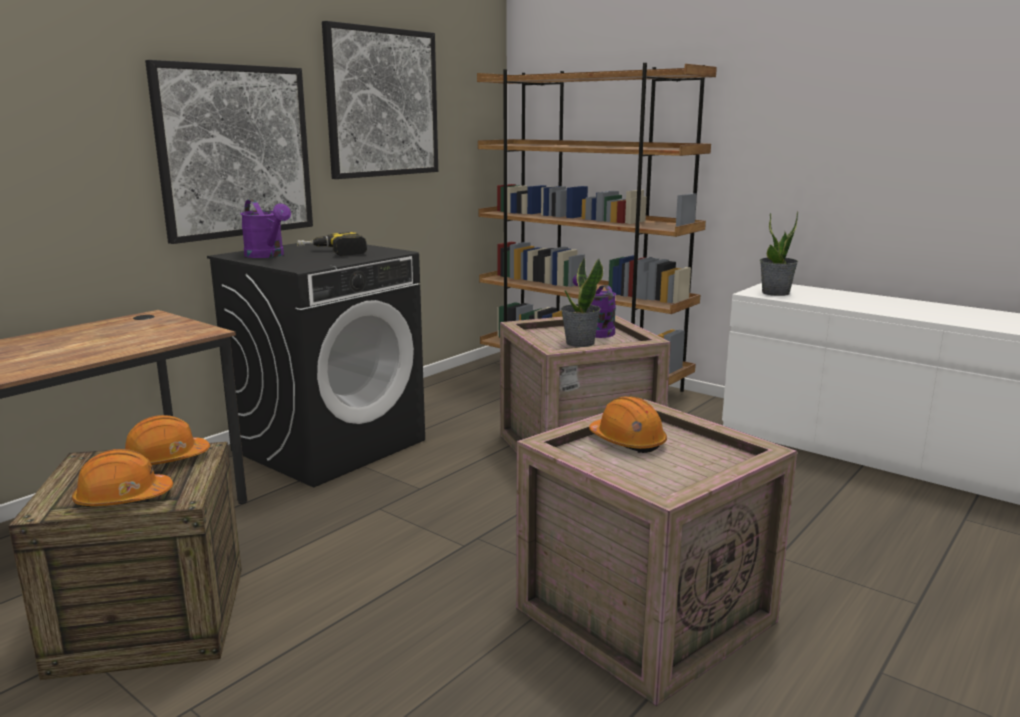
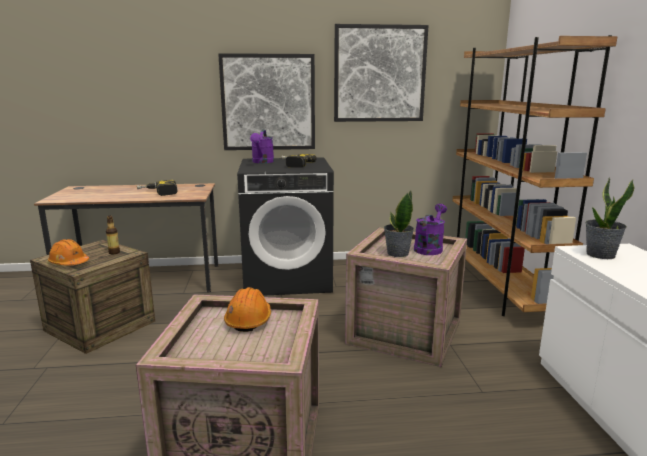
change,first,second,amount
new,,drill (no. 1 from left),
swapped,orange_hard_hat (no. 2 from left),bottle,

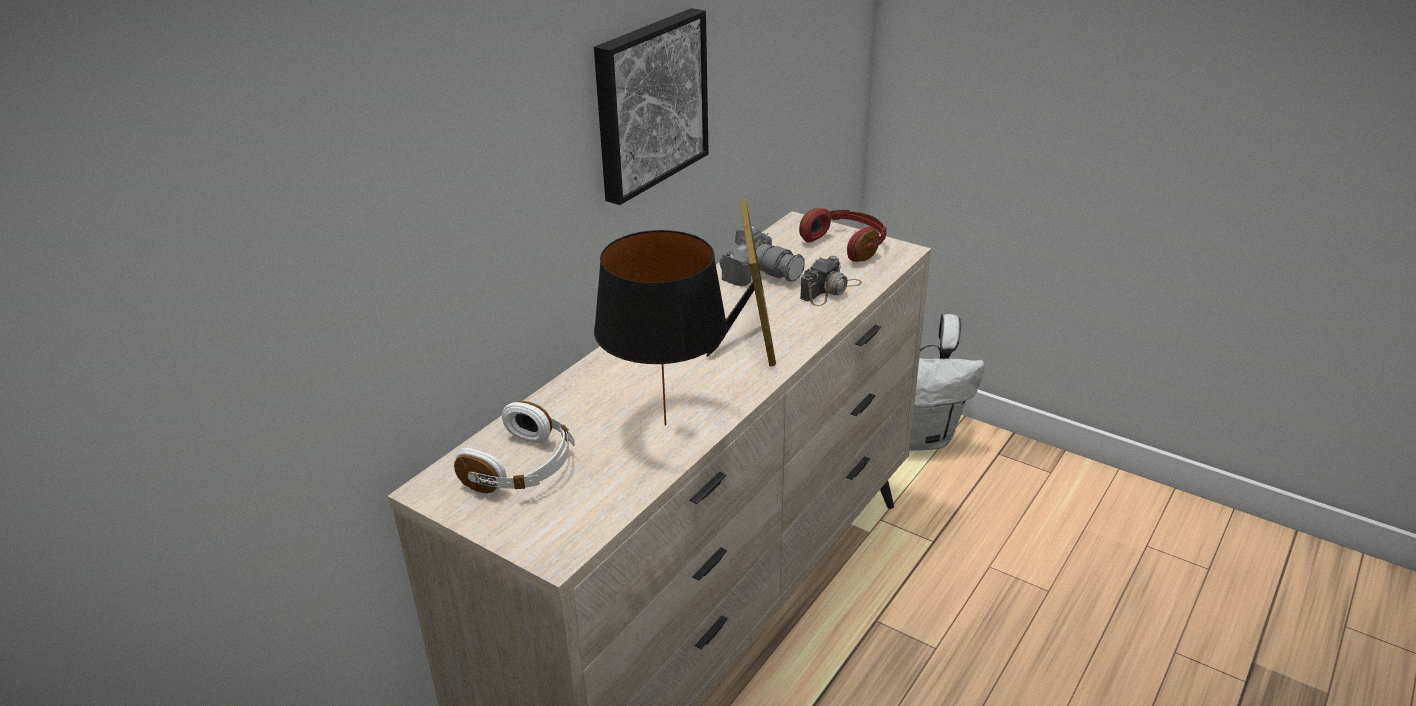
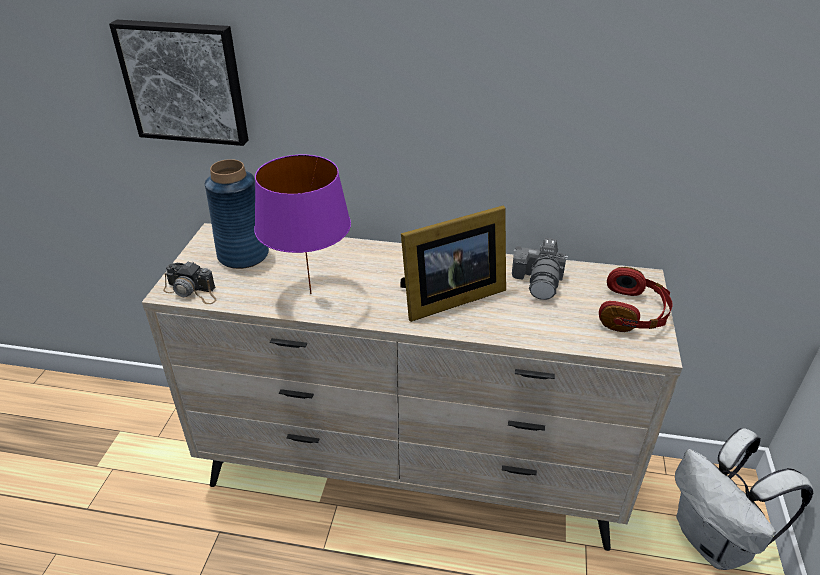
change,first,second,amount
shifted,wall_picture,,
shifted,still_camera (no. 2 from left in the first image),still_camera (no. 1 from left),
swapped,white-coloured_headset,blue-coloured_decorative_vase,
repainted,blackish_lamp_for_a_table,purple-coloured_lamp_for_a_table,

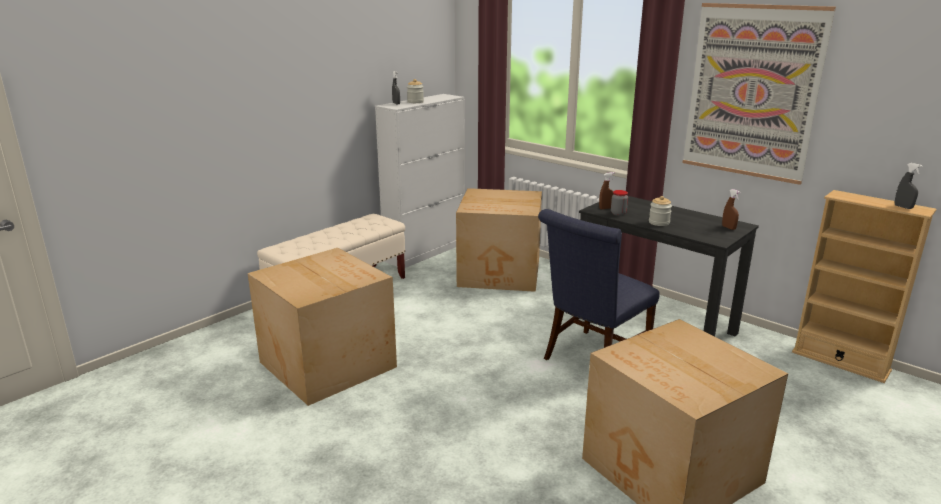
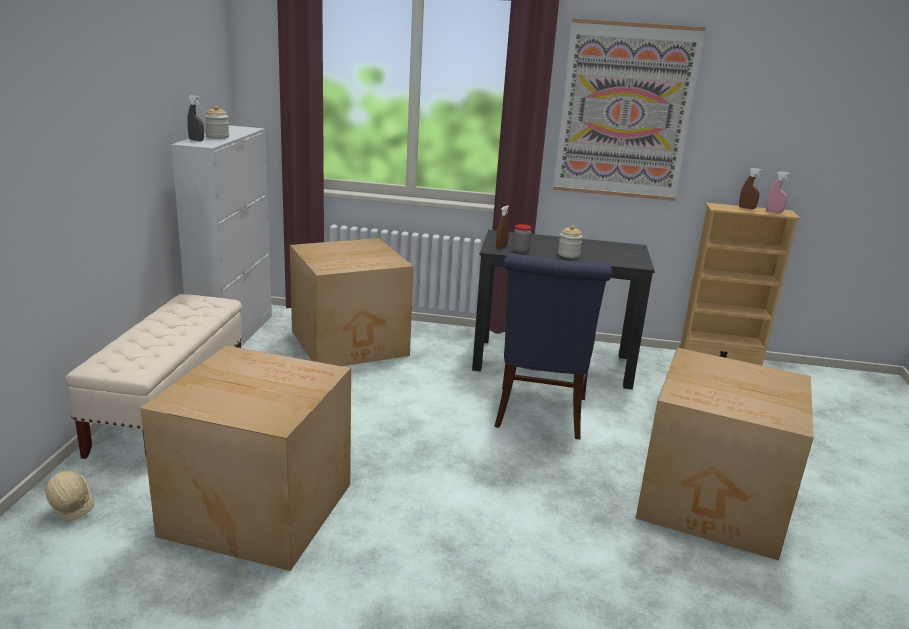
change,first,second,amount
new,,beige_hard_hat,
shifted,brown-coloured_sprayer (no. 2 from left),,
repainted,gray_sprayer (no. 2 from left),pink_sprayer,

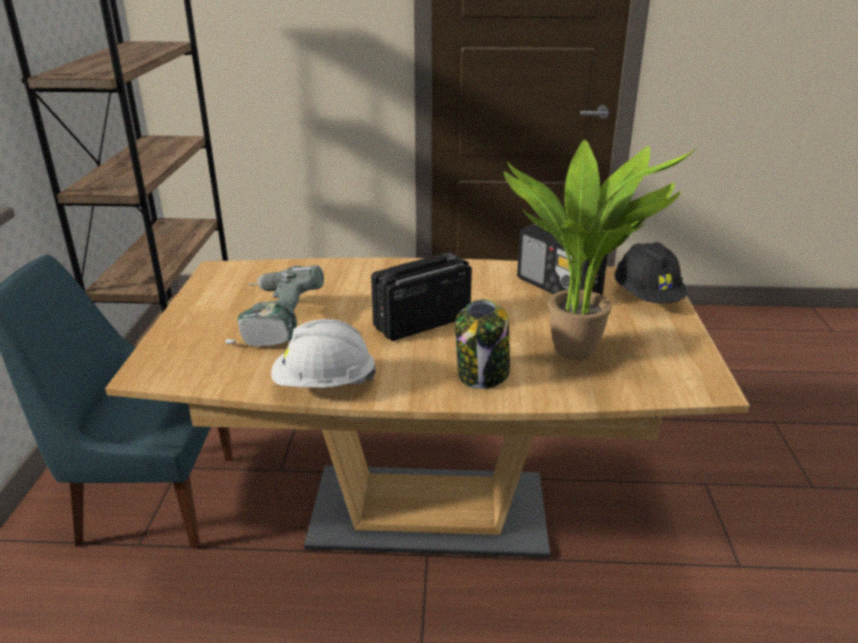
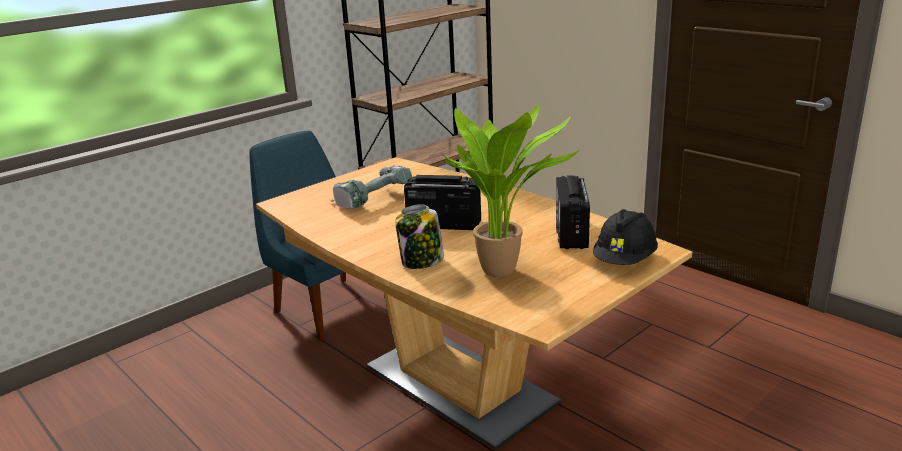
change,first,second,amount
gone,white-coloured_hard_hat,,

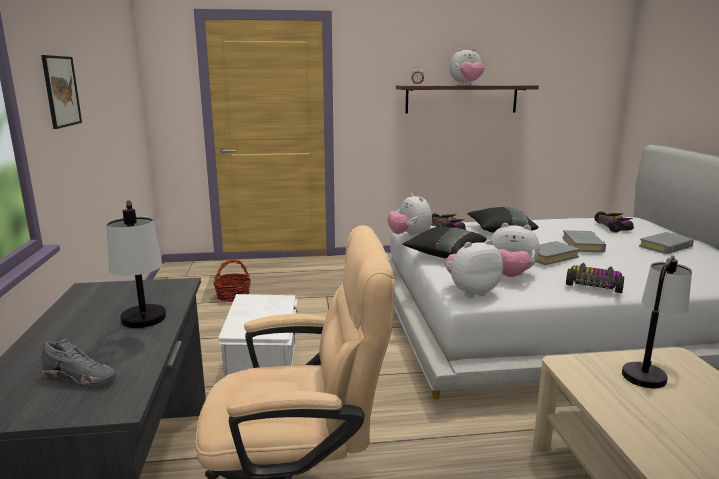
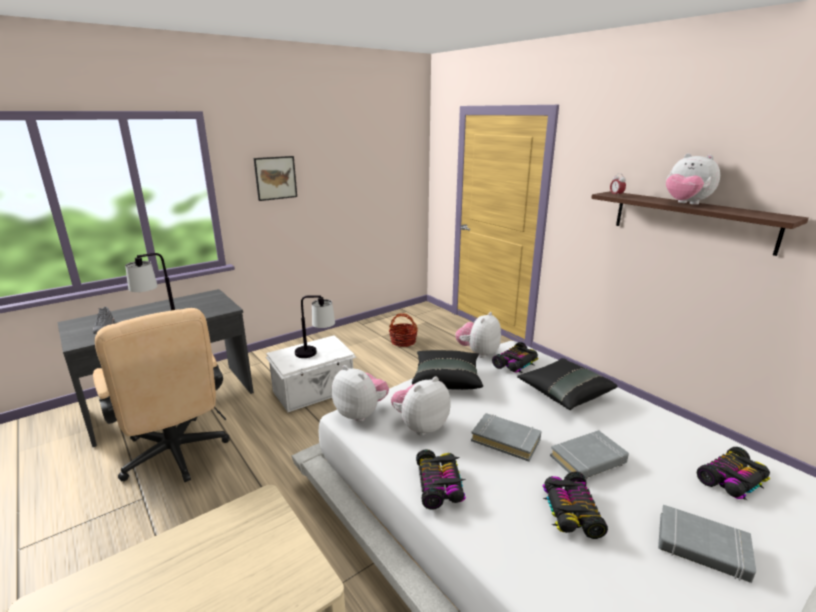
change,first,second,amount
new,,miniature_car (no. 3 from left),
shifted,lamp_for_a_table (no. 2 from left),,
rotated,soft_toy (no. 4 from left in the first image),soft_toy (no. 2 from left),60 degrees clockwise

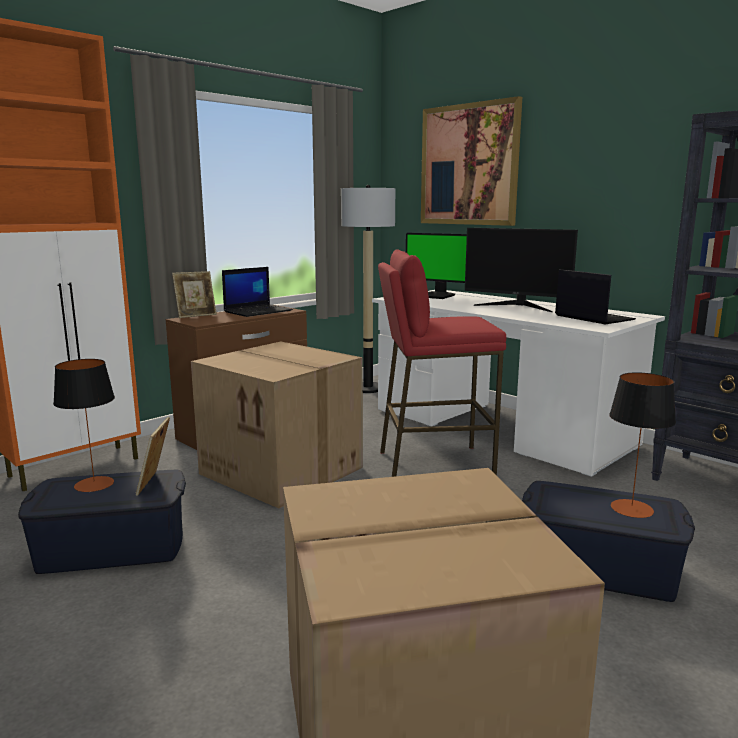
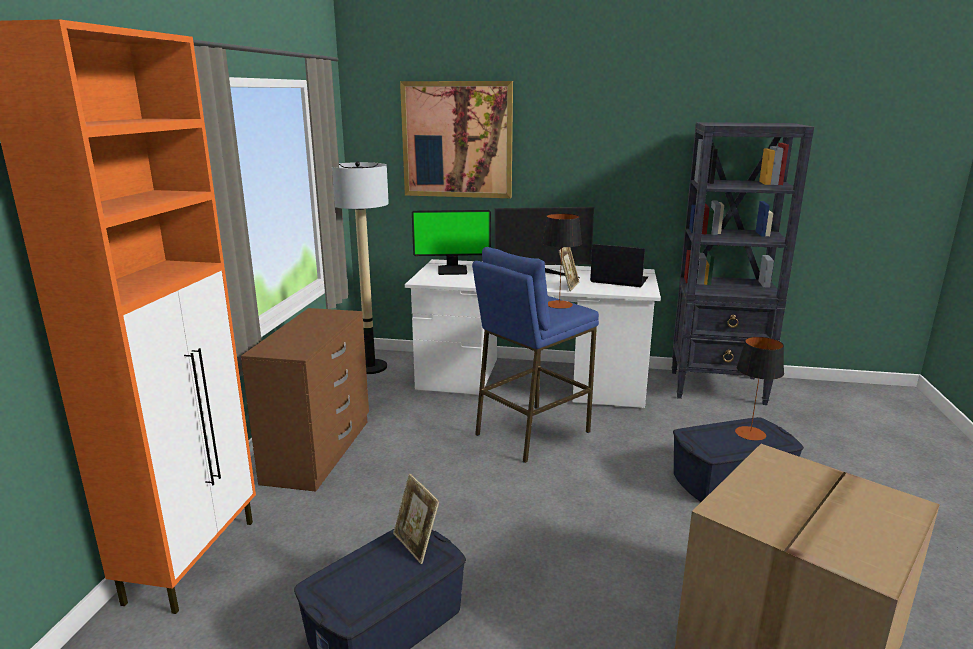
change,first,second,amount
gone,packing_box (no. 1 from left),,
gone,laptop (no. 1 from left),,
shifted,lamp_for_a_table (no. 1 from left),,
shifted,standing_frame (no. 2 from left),,
repainted,red-coloured_stool,blue-coloured_stool,

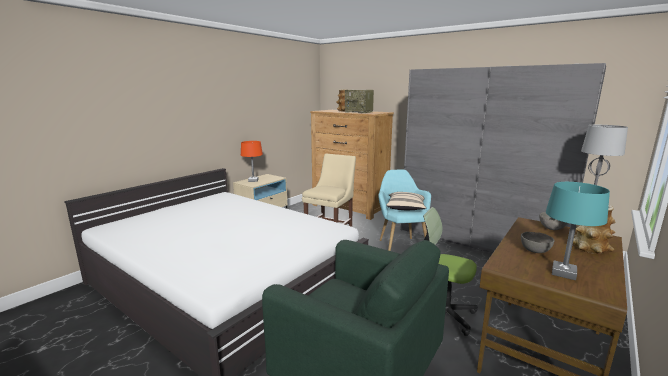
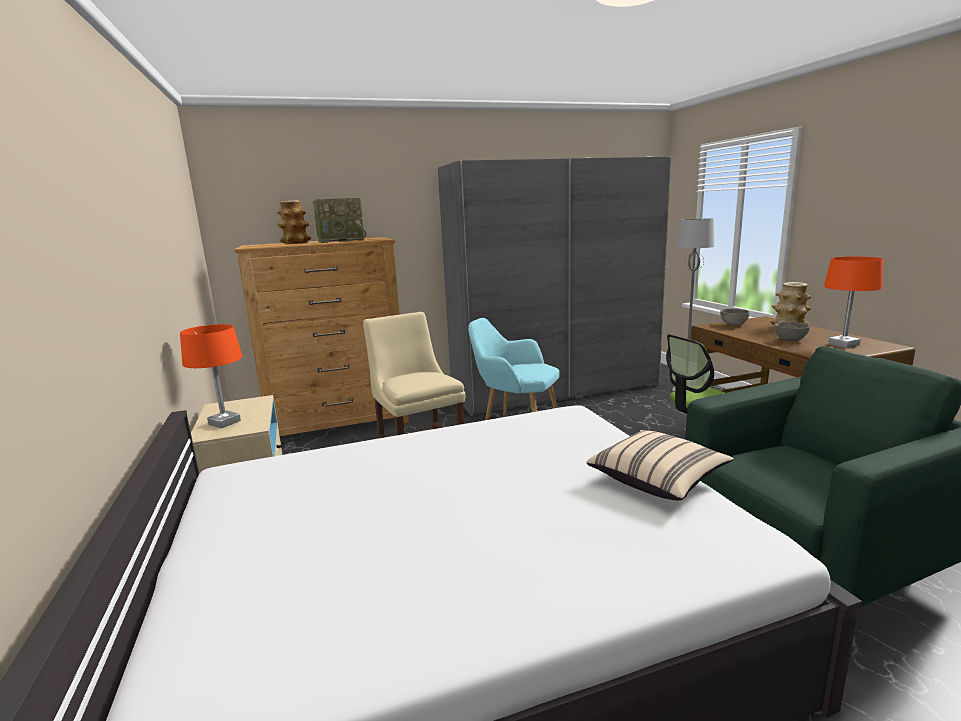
change,first,second,amount
shifted,beige_pillow,,
repainted,turquoise-coloured_lamp_for_a_table,orange_lamp_for_a_table (no. 2 from left),

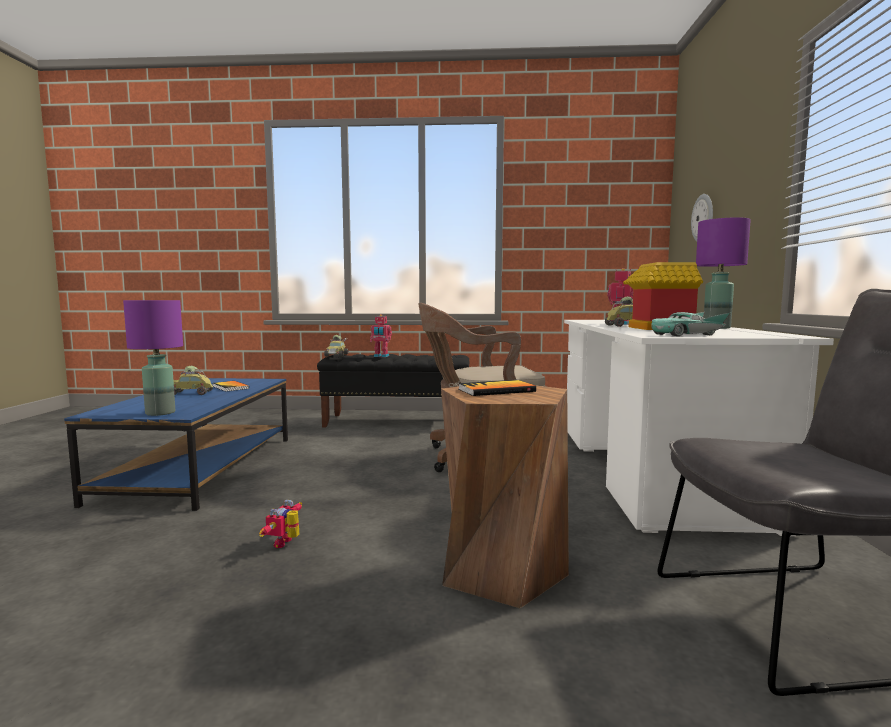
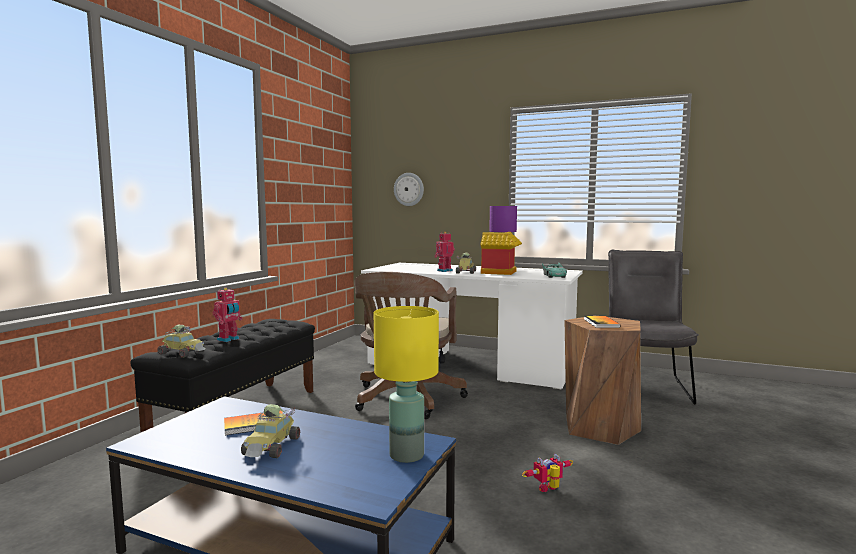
change,first,second,amount
repainted,purple-coloured_lamp_for_a_table (no. 1 from left),yellow-coloured_lamp_for_a_table,
rotated,model_robot (no. 1 from left in the first image),model_robot (no. 3 from left),120 degrees clockwise

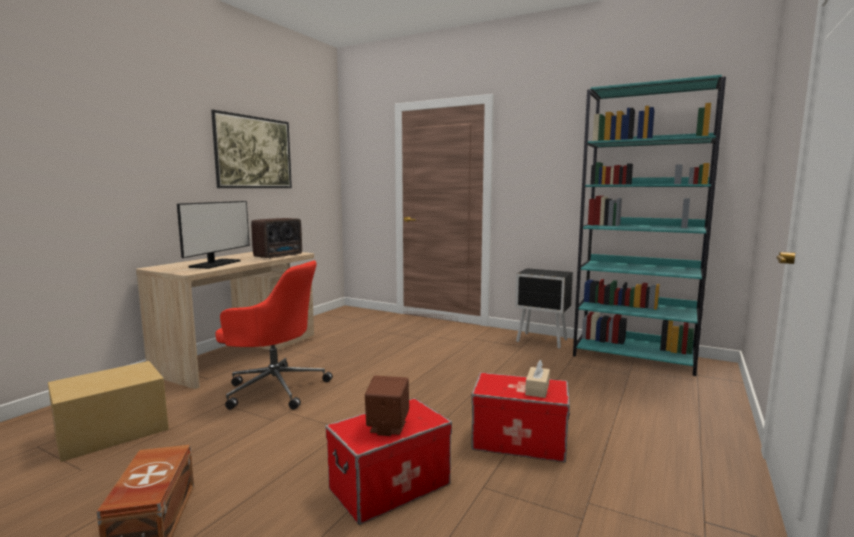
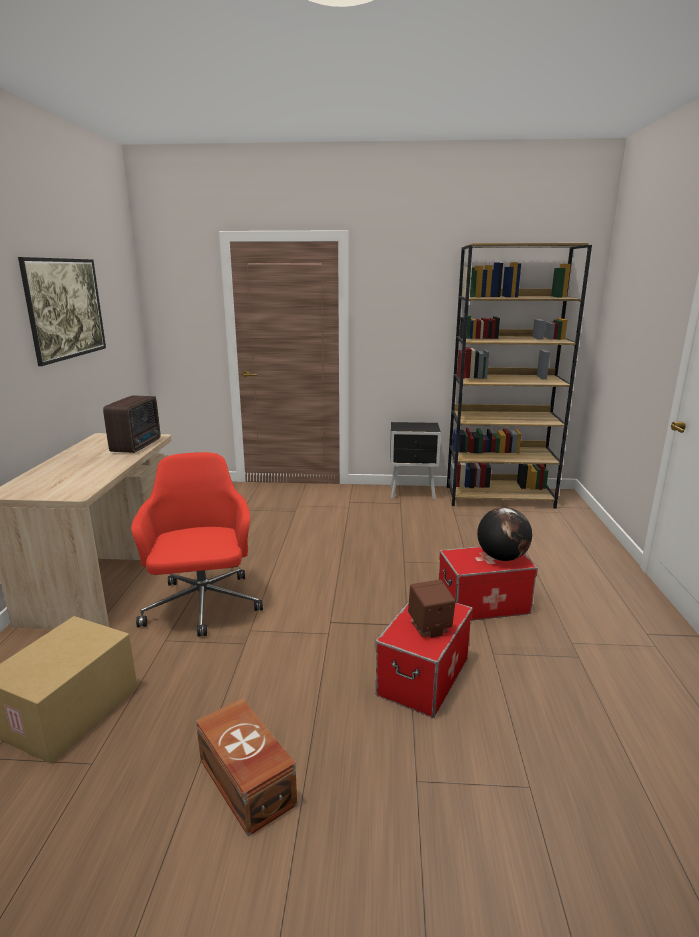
change,first,second,amount
gone,monitor,,
swapped,beige_tissue_box,world_globe,
repainted,turquoise-coloured_shelving_unit,brown-coloured_shelving_unit,
rotated,red-coloured_computer_chair,,90 degrees counterclockwise

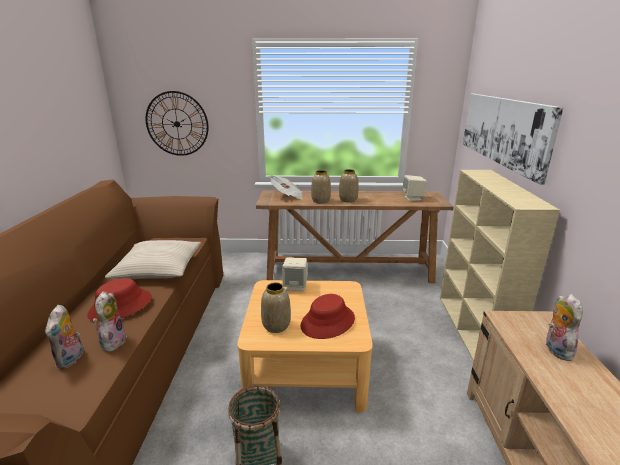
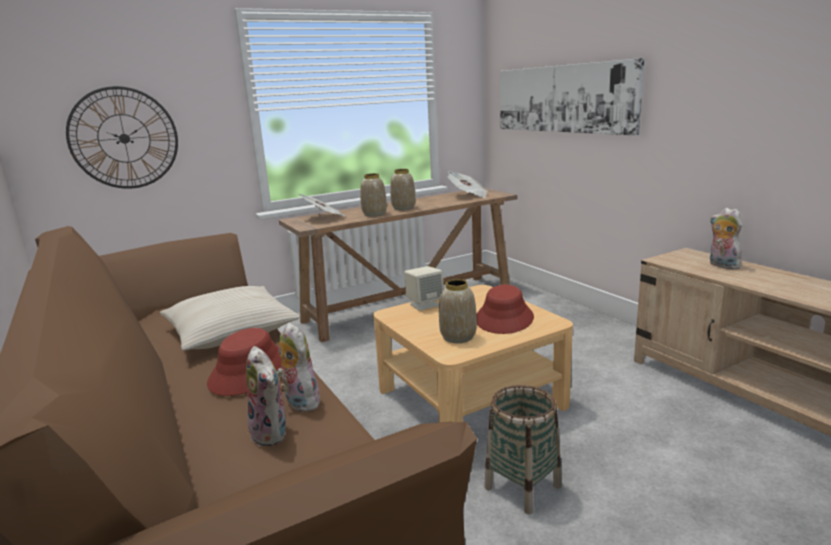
change,first,second,amount
gone,beige_shelving_unit,,
swapped,beige_audio_speaker (no. 2 from left),printed_paper (no. 2 from left),

